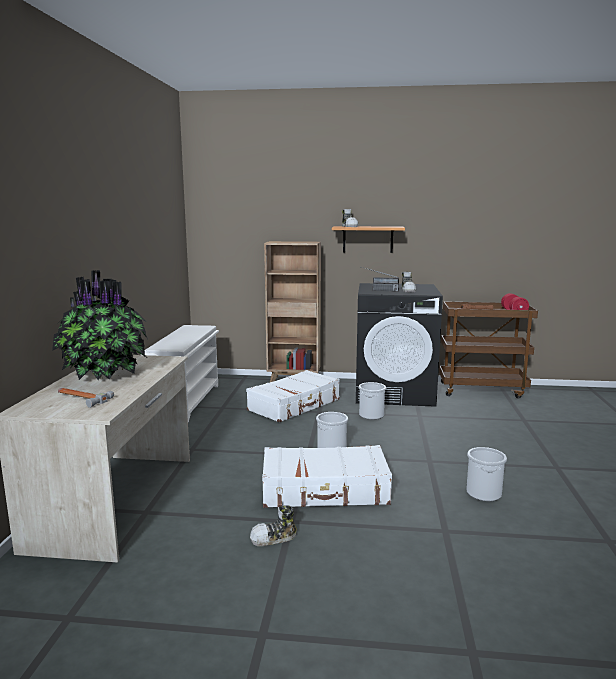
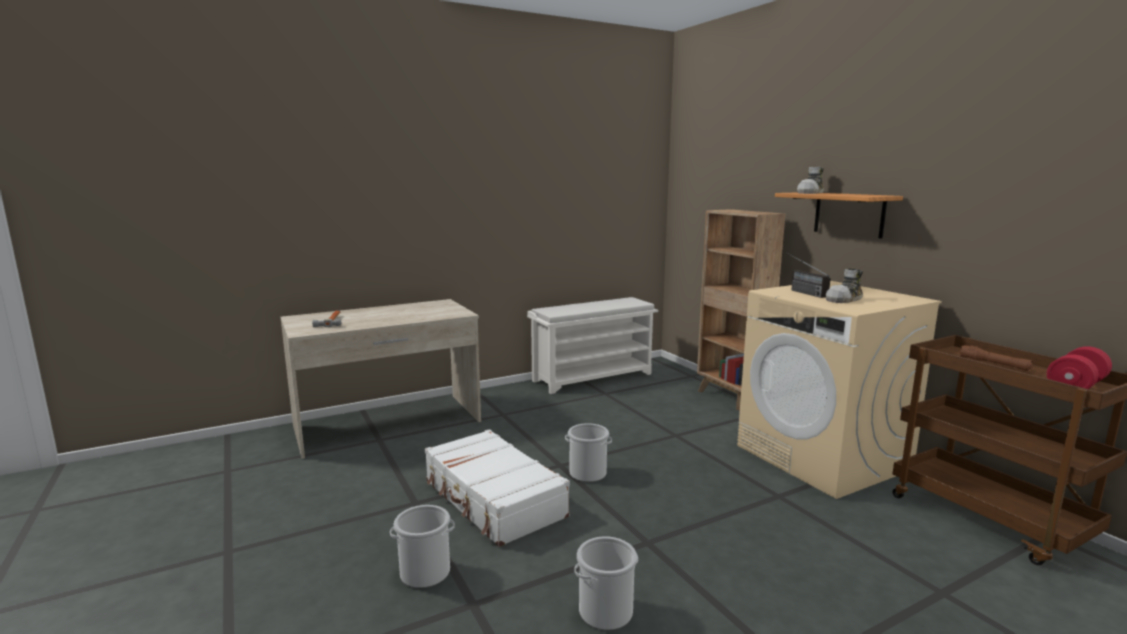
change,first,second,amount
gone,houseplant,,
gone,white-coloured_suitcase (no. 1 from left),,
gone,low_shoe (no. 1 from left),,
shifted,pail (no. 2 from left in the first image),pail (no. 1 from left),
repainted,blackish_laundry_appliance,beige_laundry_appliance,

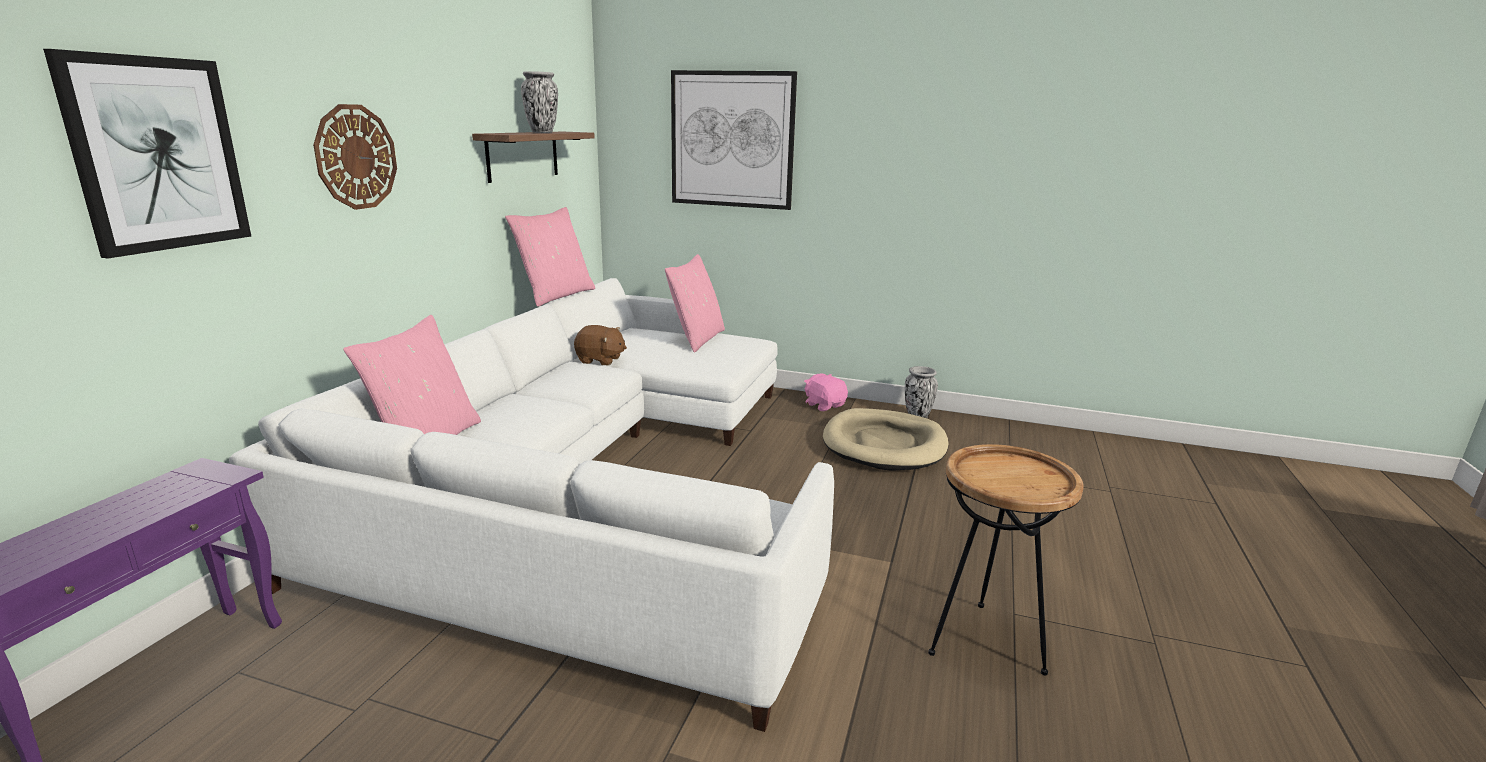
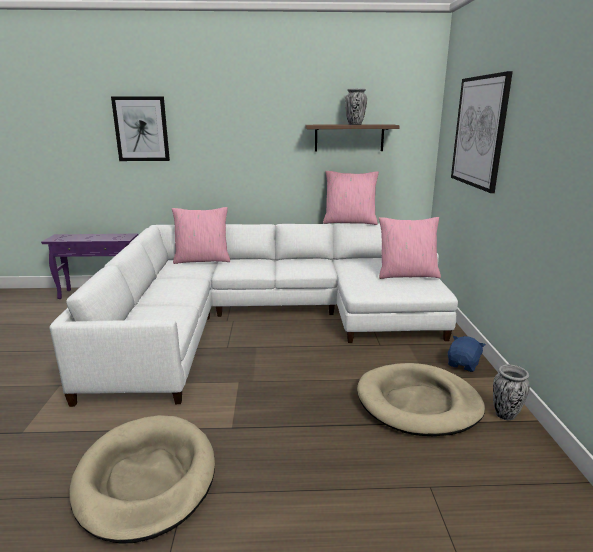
change,first,second,amount
gone,hanging_clock,,
gone,brown-coloured_soft_toy,,
swapped,brown-coloured_side_table,beige_pet_bed (no. 1 from left),
repainted,pink_soft_toy,blue-coloured_soft_toy,

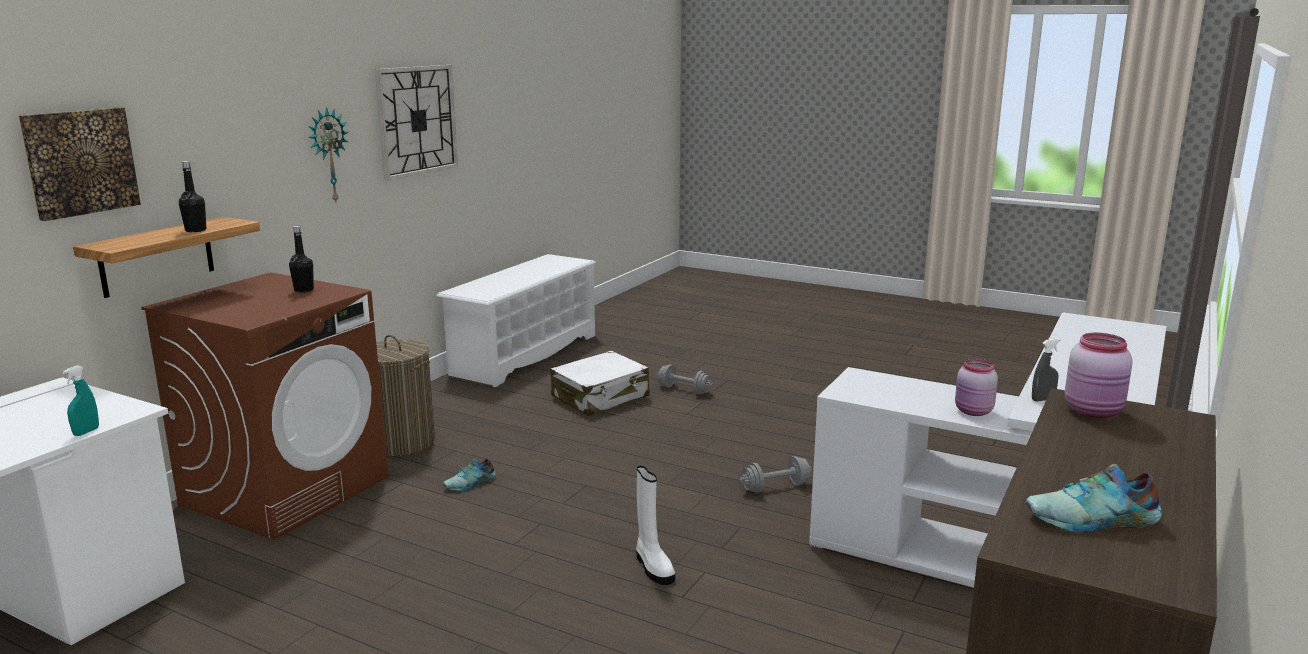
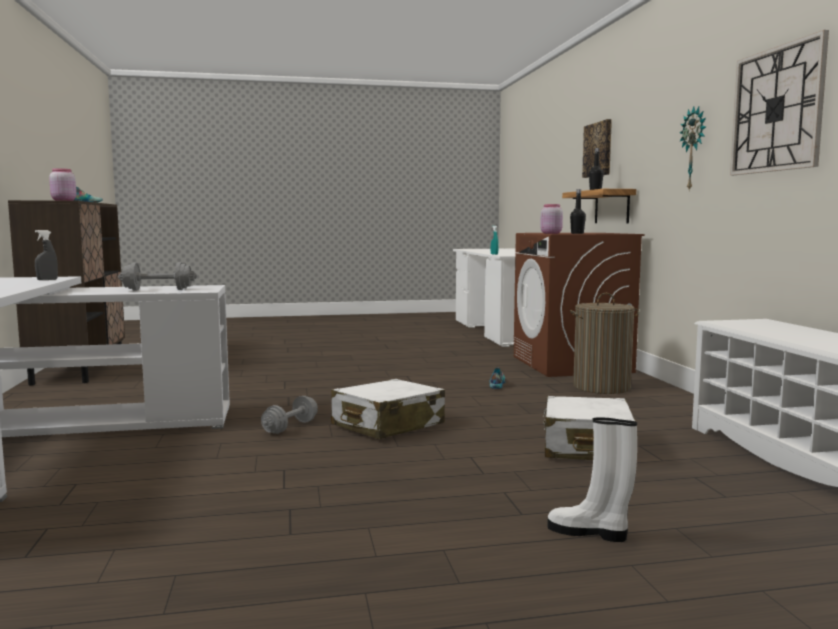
change,first,second,amount
new,,white-coloured_suitcase (no. 1 from left),
shifted,white-coloured_tall_boot,,
shifted,gray_hand_weight (no. 1 from left),,
shifted,pink_storage_jar (no. 1 from left in the first image),pink_storage_jar (no. 2 from left),

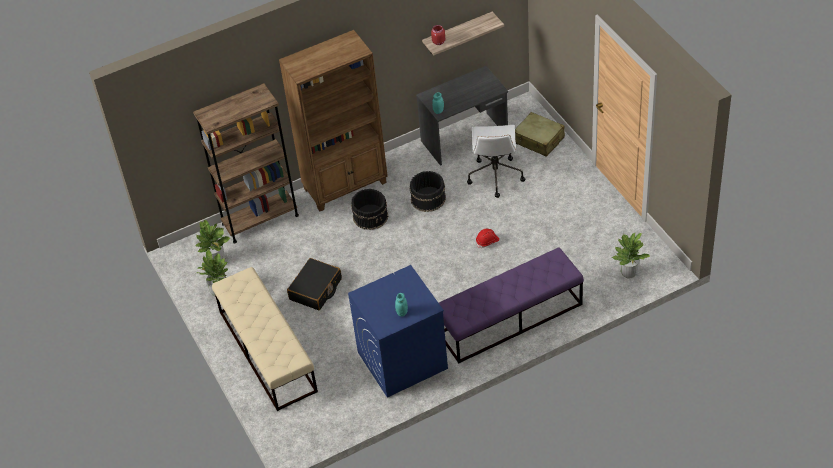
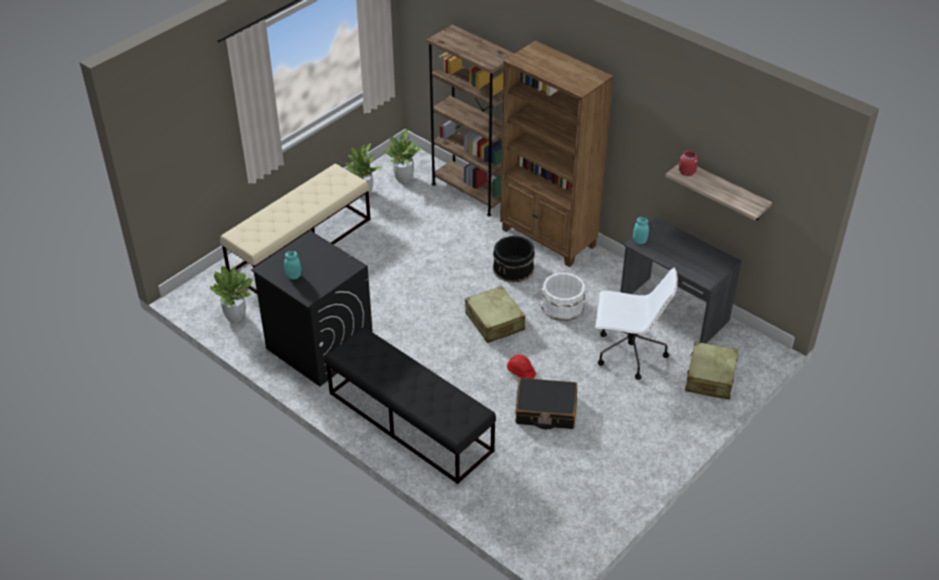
change,first,second,amount
new,,beige_suitcase (no. 1 from left),
shifted,blackish_suitcase,,
shifted,houseplant (no. 3 from left in the first image),houseplant (no. 1 from left),
repainted,blue-coloured_laundry_appliance,blackish_laundry_appliance,
repainted,blackish_pail (no. 2 from left),white-coloured_pail,
repainted,purple-coloured_bench,blackish_bench,
rotated,white-coloured_computer_chair,,150 degrees counterclockwise

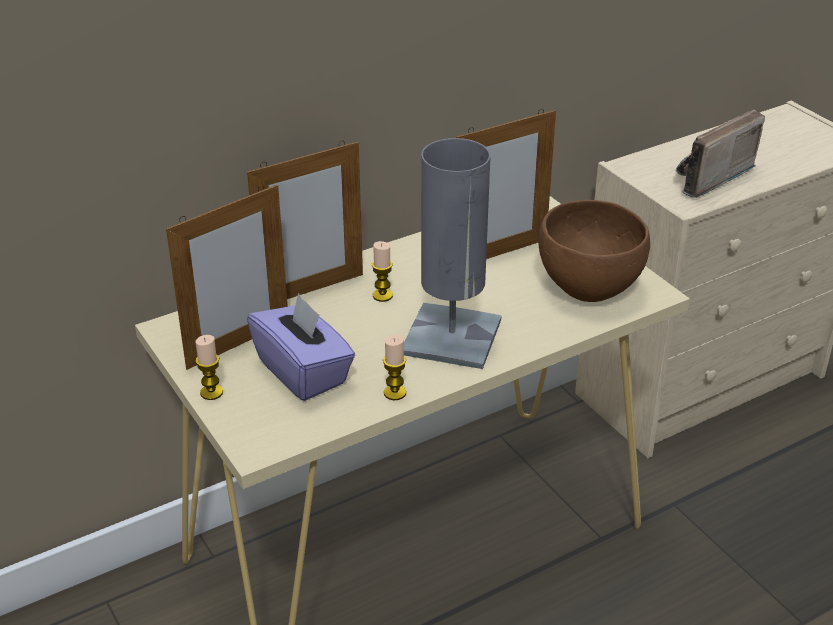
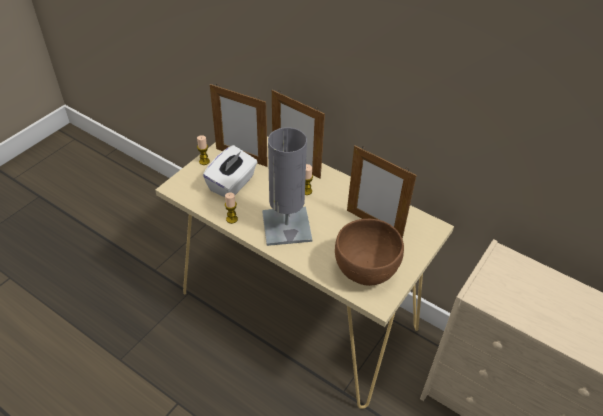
change,first,second,amount
gone,radio_set,,
repainted,purple-coloured_tissue_box,white-coloured_tissue_box,

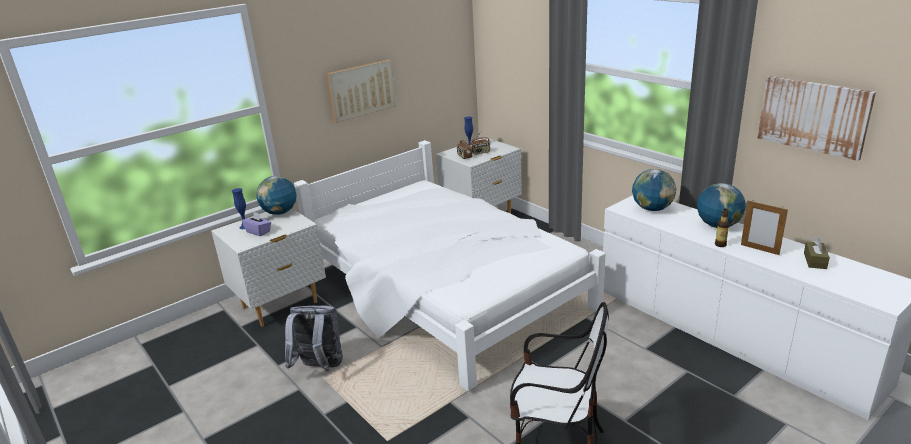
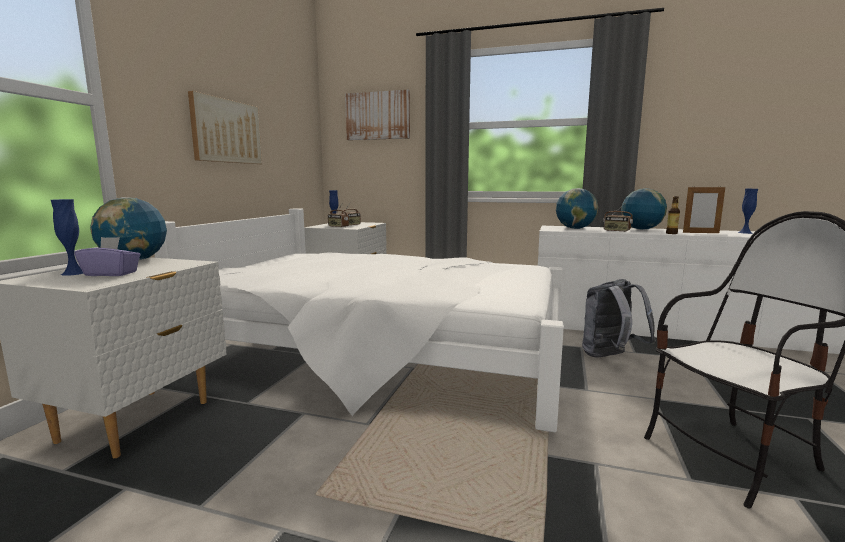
change,first,second,amount
new,,radio_set (no. 3 from left),
shifted,gray_knapsack,,
shifted,wall_picture (no. 2 from left),,
swapped,brown-coloured_tissue_box,blue-coloured_decorative_vase (no. 3 from left),

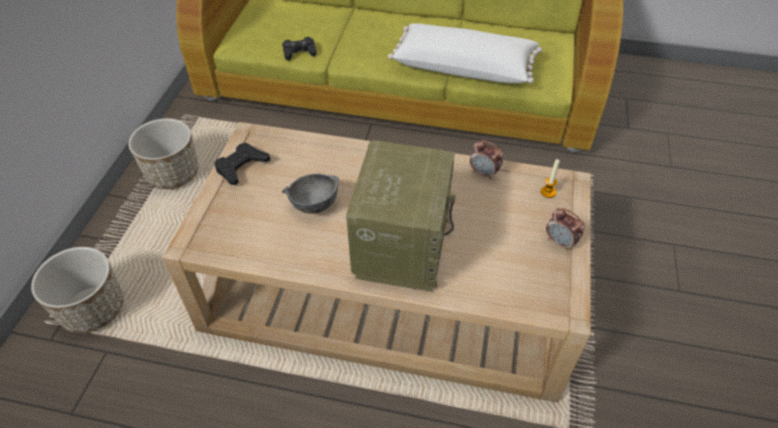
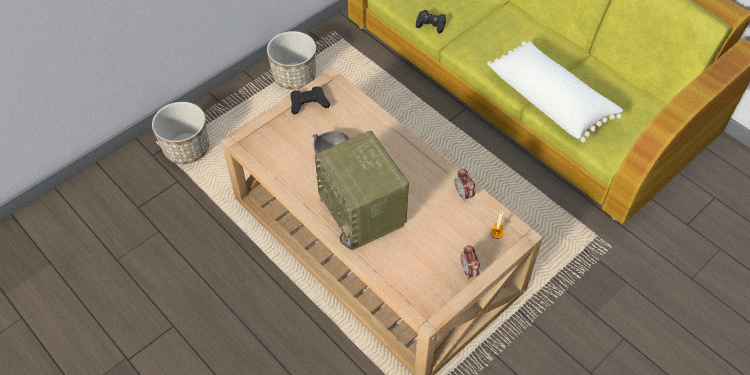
change,first,second,amount
rotated,radio_set,,105 degrees clockwise

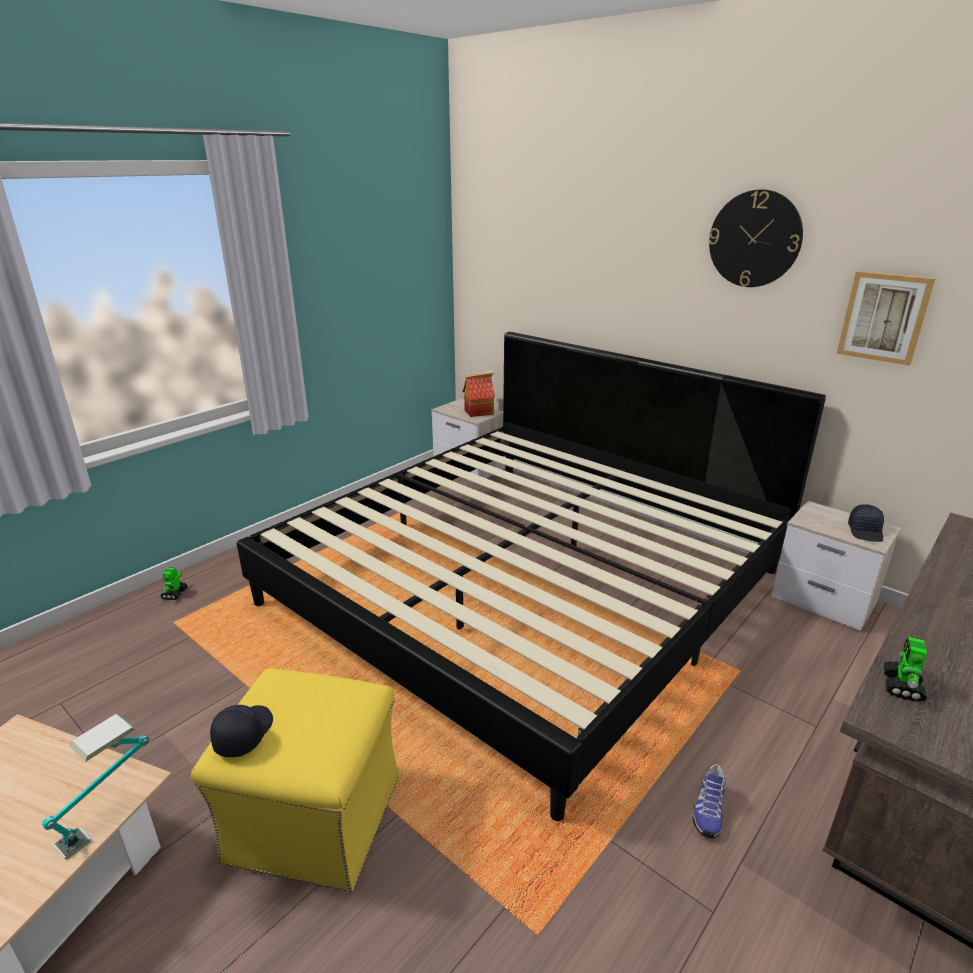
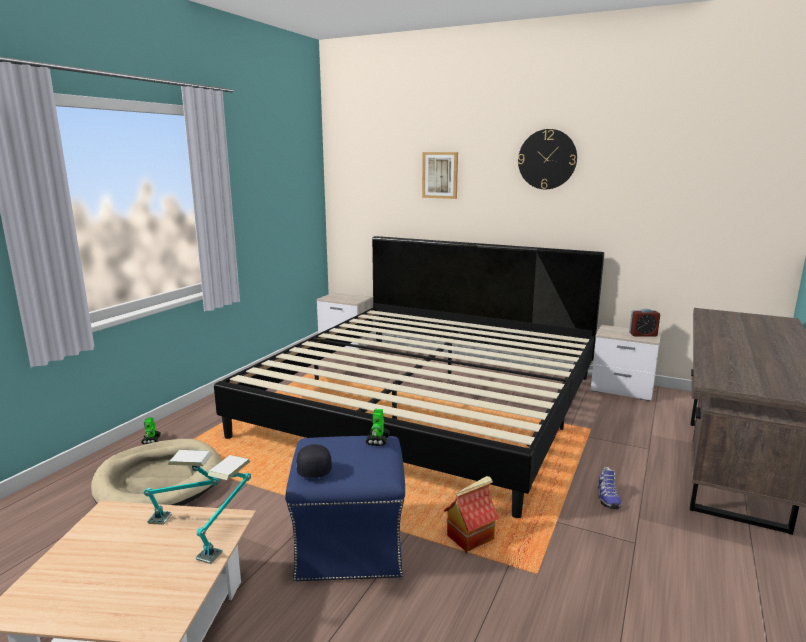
change,first,second,amount
new,,beige_pet_bed,
new,,lamp_for_a_table (no. 1 from left),
shifted,model_house,,
shifted,wall_picture,,
shifted,model_robot (no. 2 from left),,
swapped,blackish_peaked_cap (no. 2 from left),bedside_clock,
repainted,yellow-coloured_pouffe,blue-coloured_pouffe,

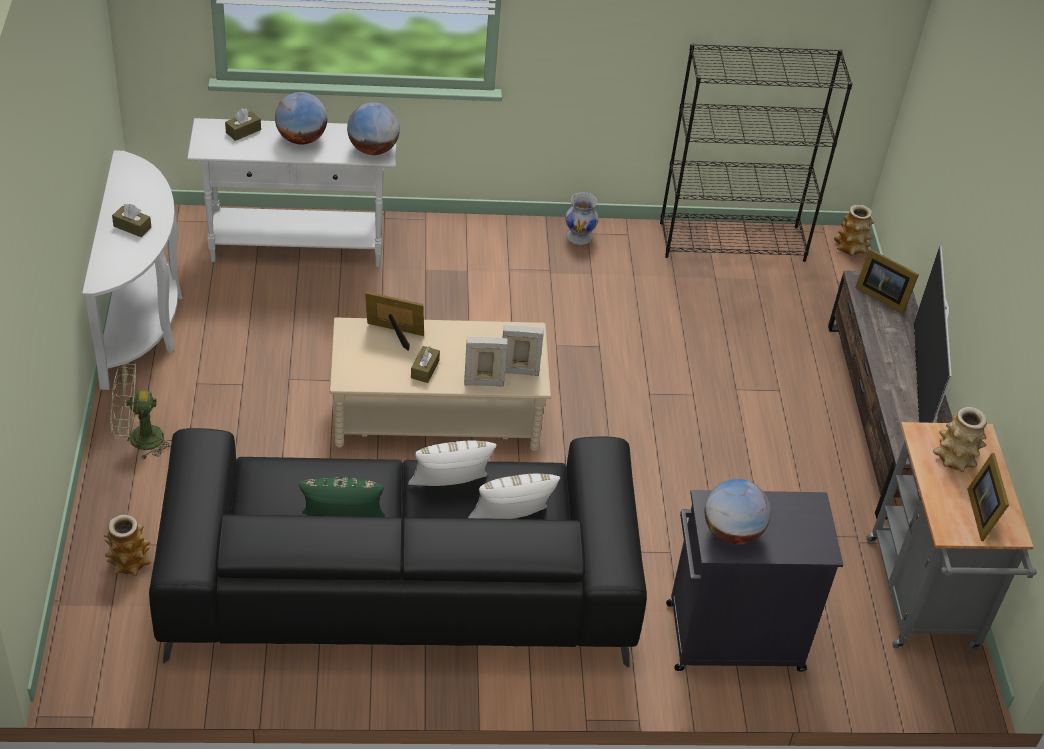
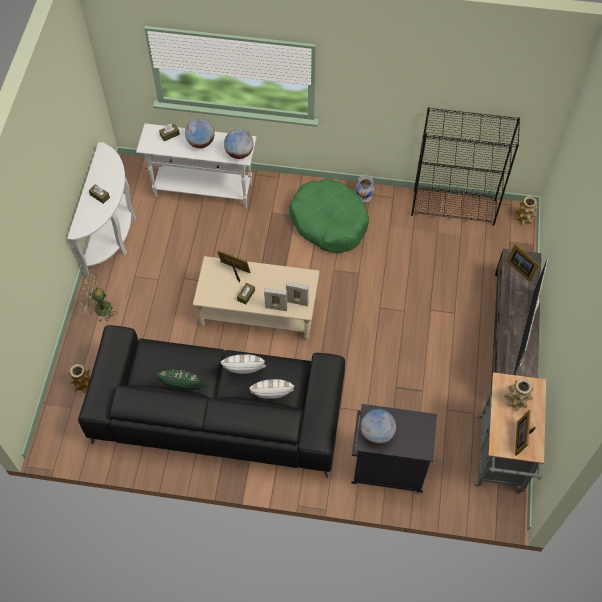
change,first,second,amount
new,,green-coloured_pet_bed,

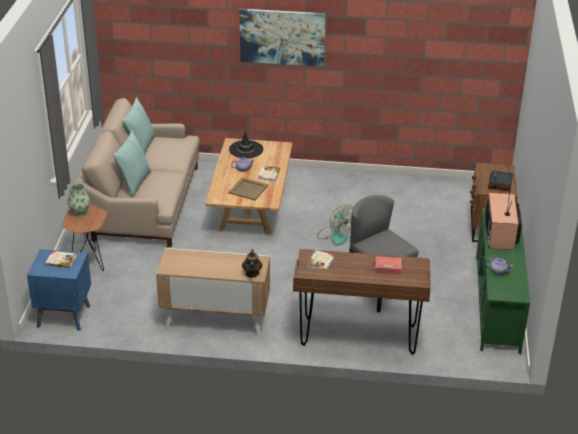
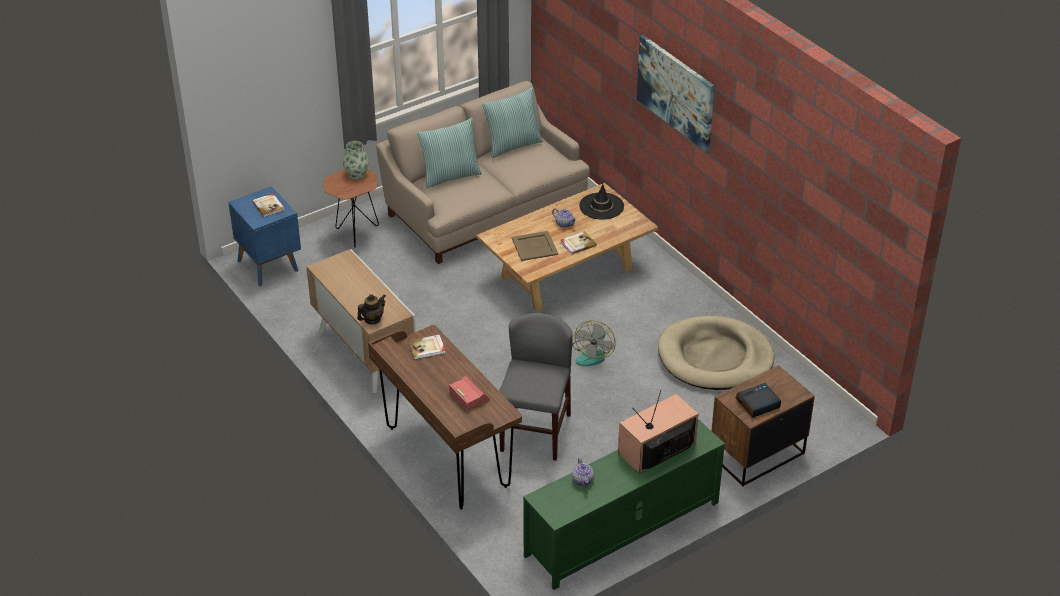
change,first,second,amount
new,,beige_pet_bed,

